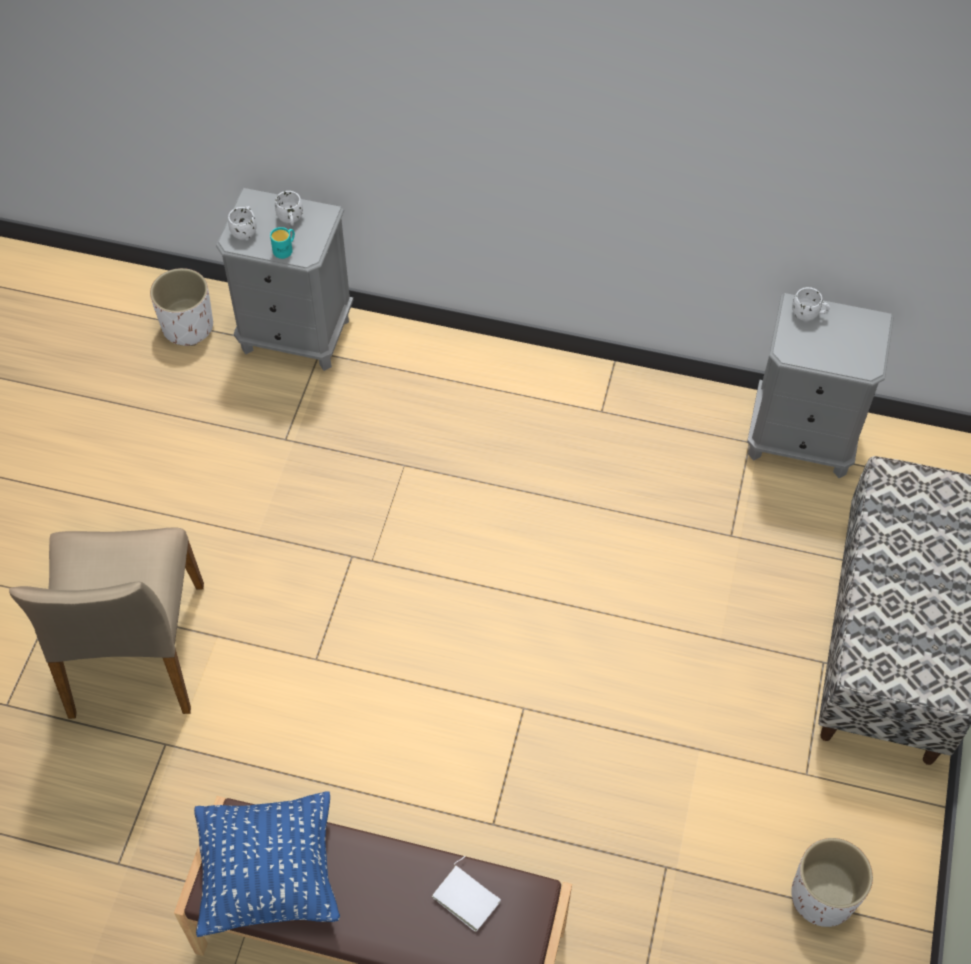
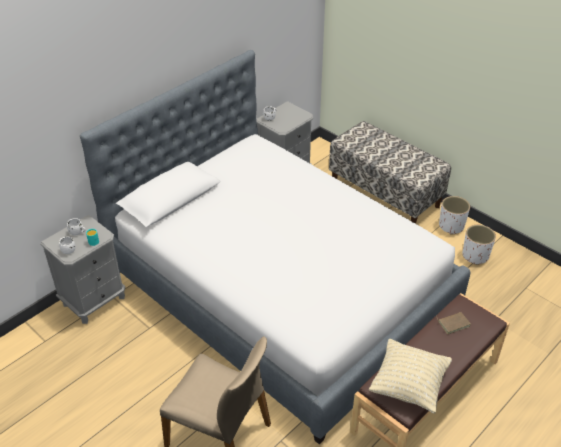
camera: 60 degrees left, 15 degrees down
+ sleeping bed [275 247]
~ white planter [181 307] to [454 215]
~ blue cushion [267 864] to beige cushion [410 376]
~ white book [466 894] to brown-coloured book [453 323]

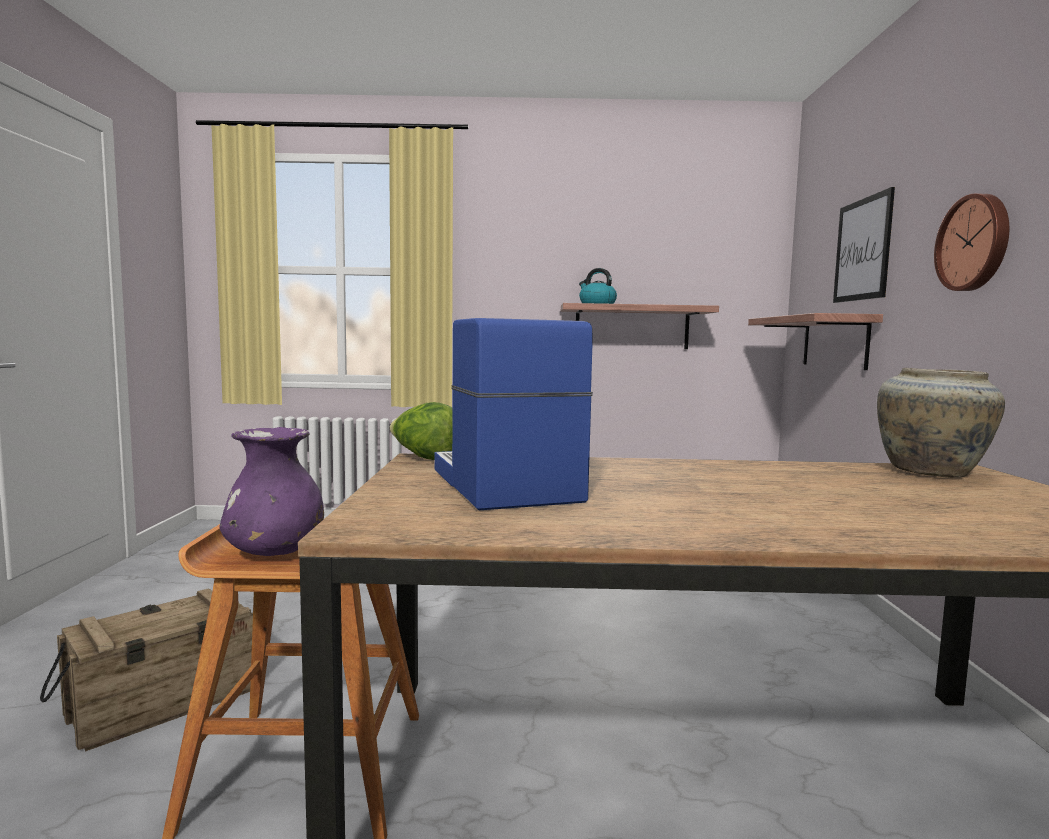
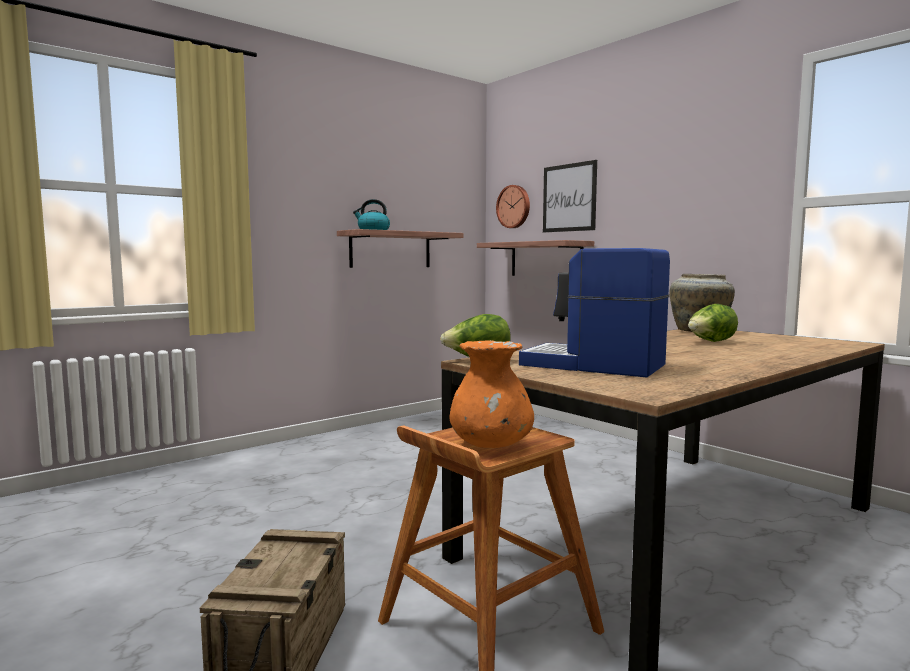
camera: 40 degrees left, 0 degrees up
+ lettuce [713 323]
~ wall clock [971 242] to [513 206]
~ purple-coloured flower vase [271 491] to orange flower vase [492 394]

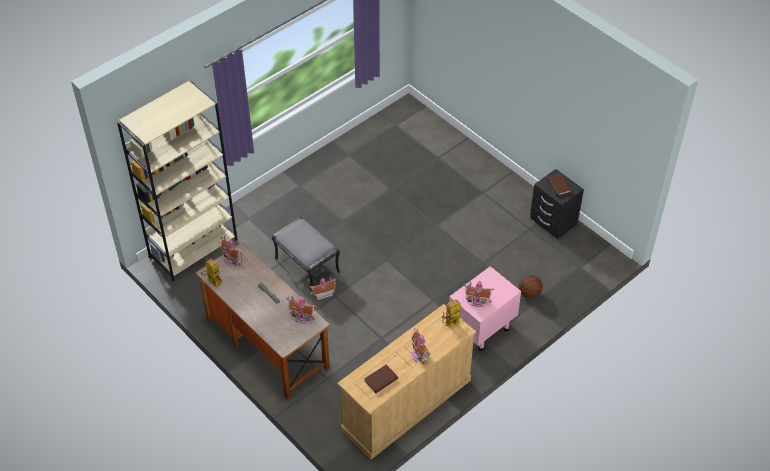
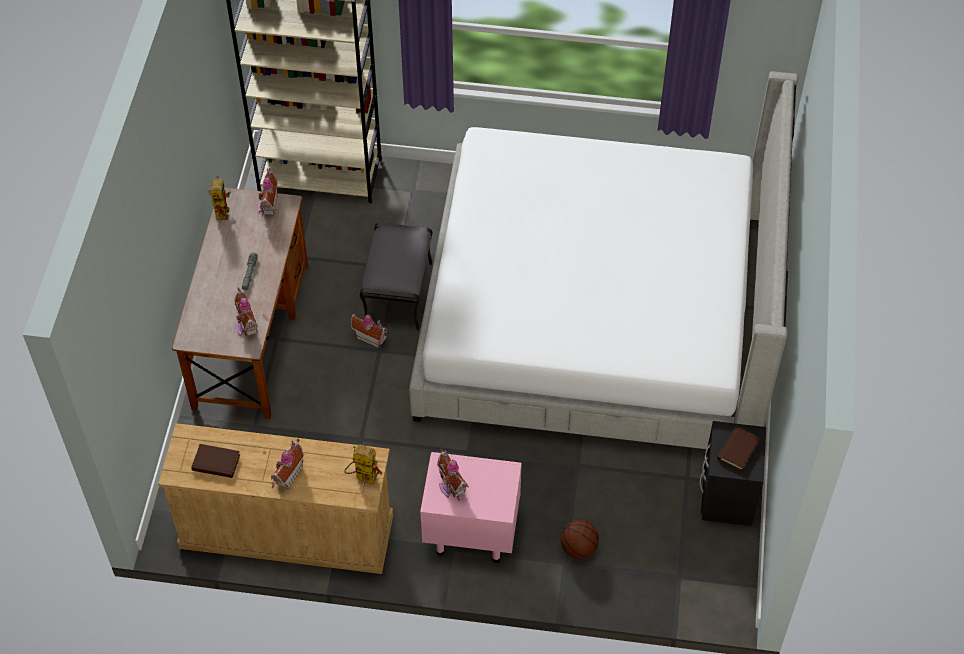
camera: 50 degrees right, 5 degrees up
+ sleeping bed [603 260]

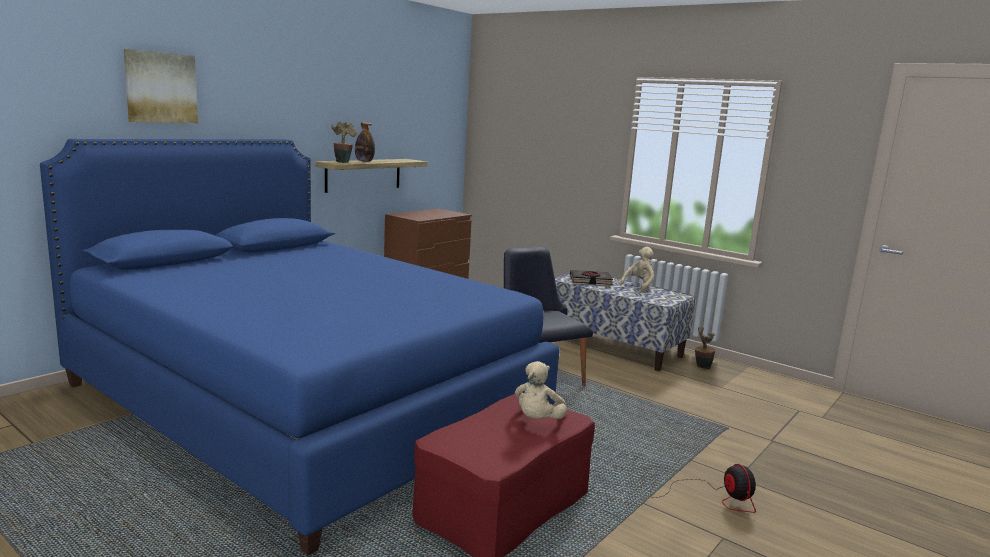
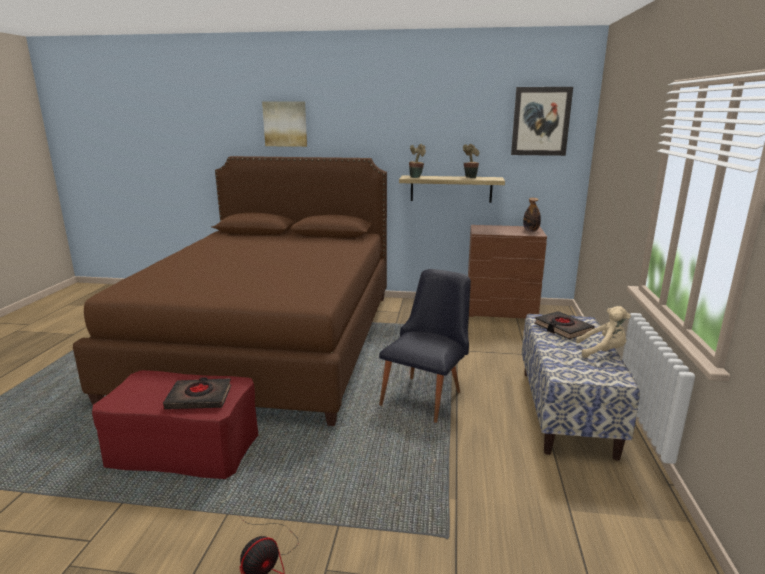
camera: 60 degrees right, 5 degrees up
+ wall picture [542 121]
~ beverage bottle [365 142] to [532 214]
~ potted plant [705 348] to [471 161]
~ beige cuddly toy [541 390] to blackish book [197 393]
~ blue sleeping bed [300 347] to brown-coloured sleeping bed [230 291]

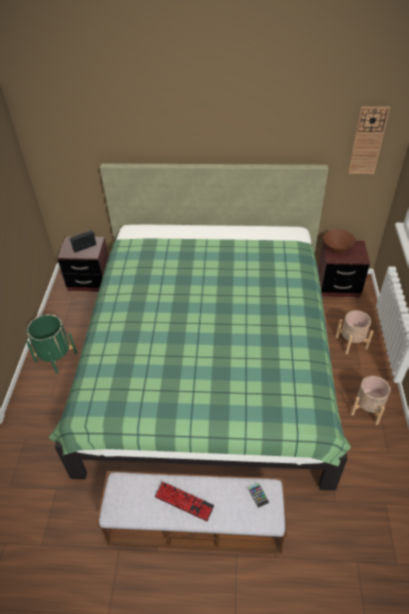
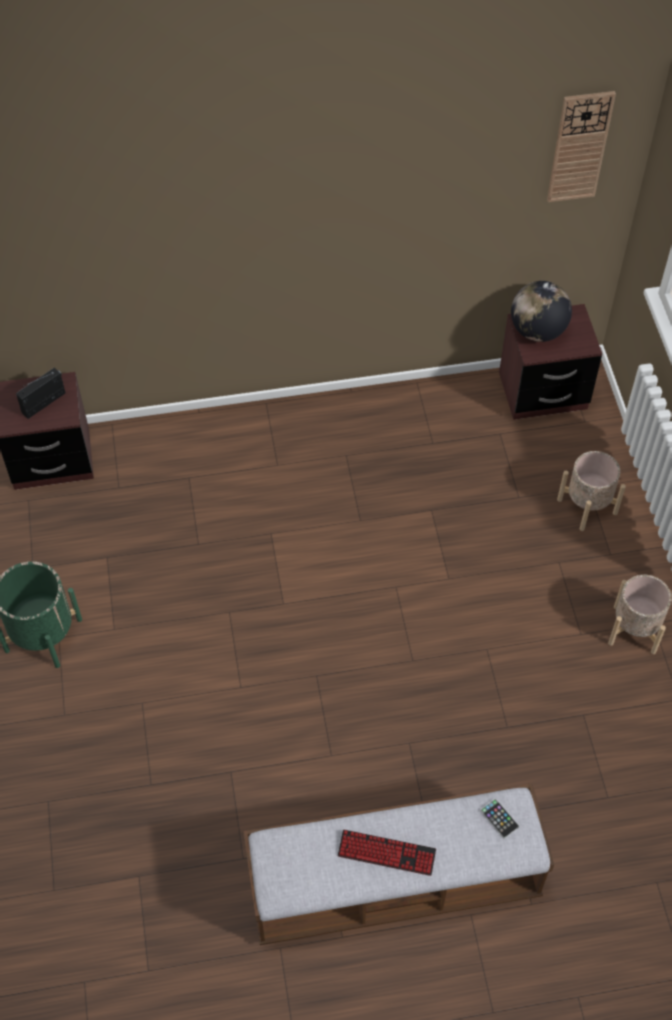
camera: 15 degrees left, 10 degrees up
- green sleeping bed [200 327]
~ brown-coloured bowl [339 241] to world globe [541 311]

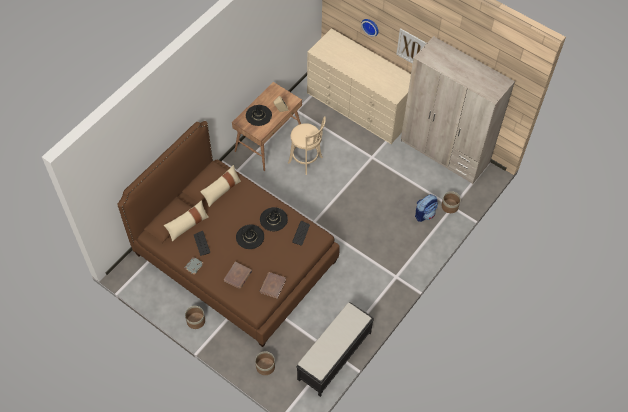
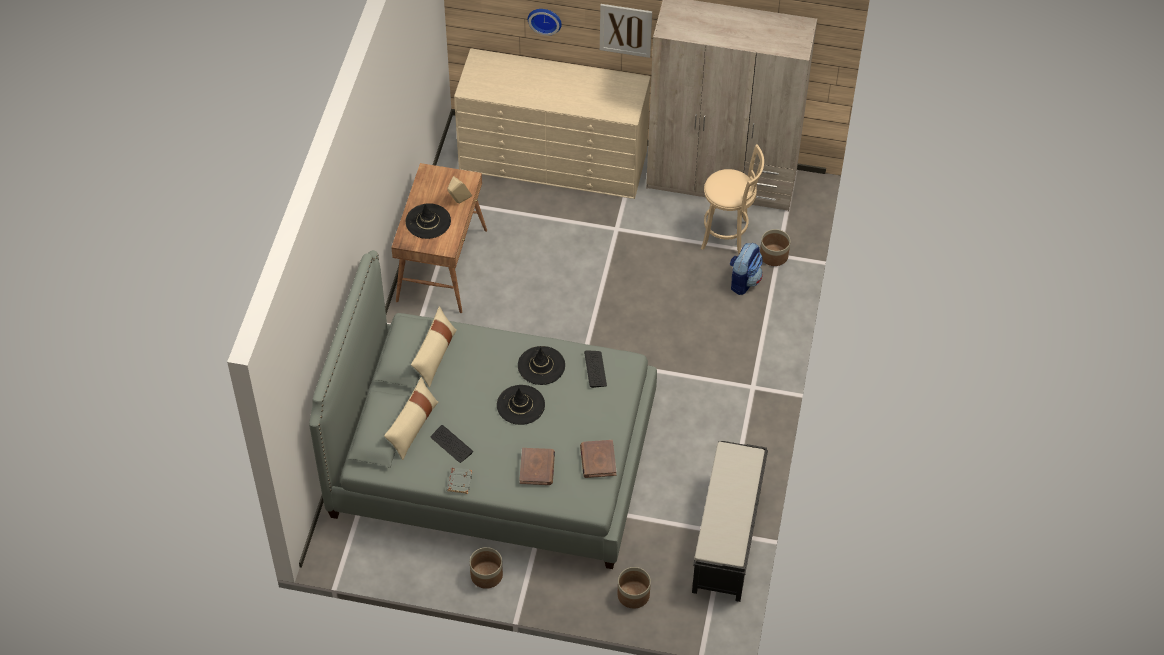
camera: 25 degrees left, 5 degrees down
~ beige stool [307 145] to [732 199]
~ brown-coloured sleeping bed [228 234] to greyish sleeping bed [483 409]

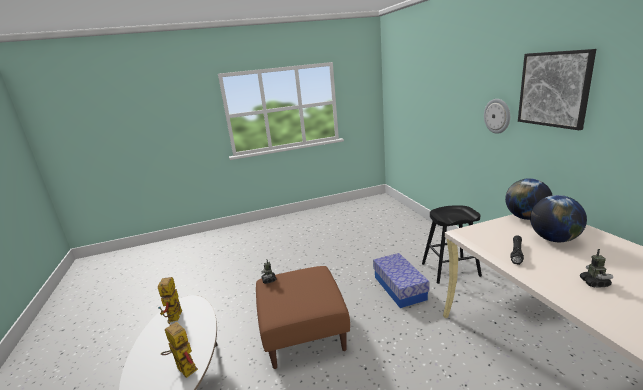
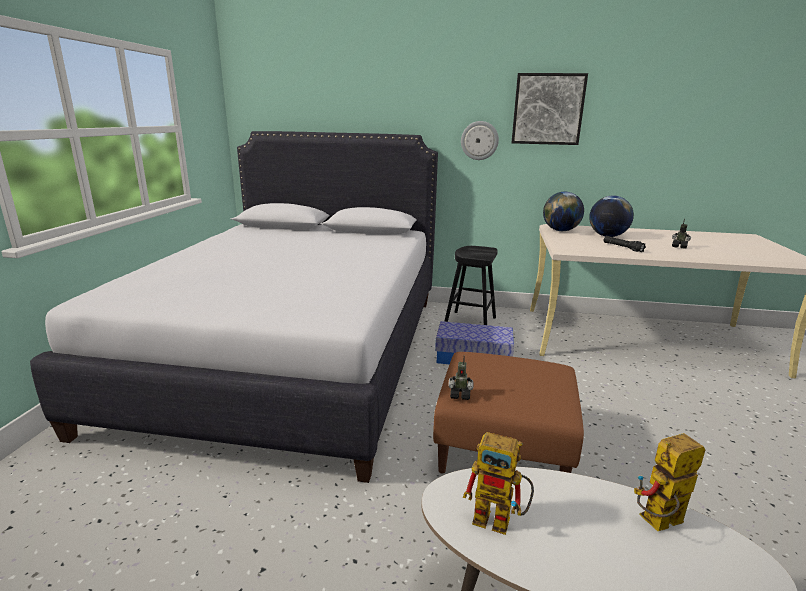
camera: 65 degrees left, 0 degrees up
+ white sleeping bed [234 307]

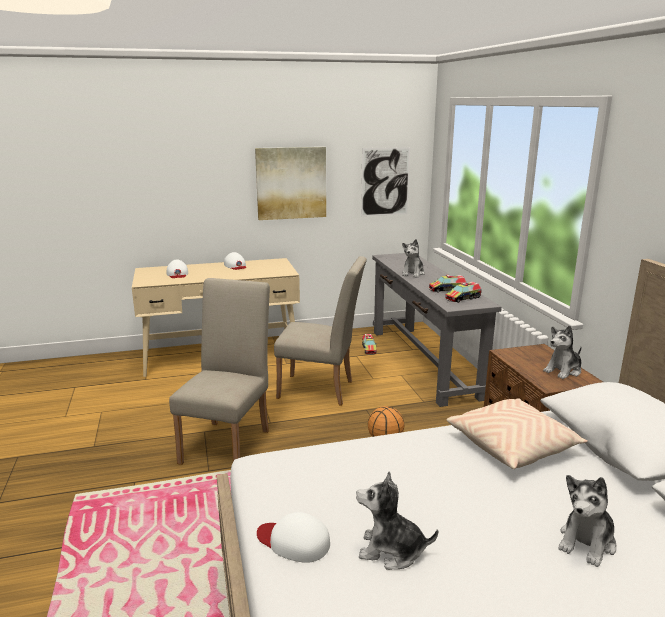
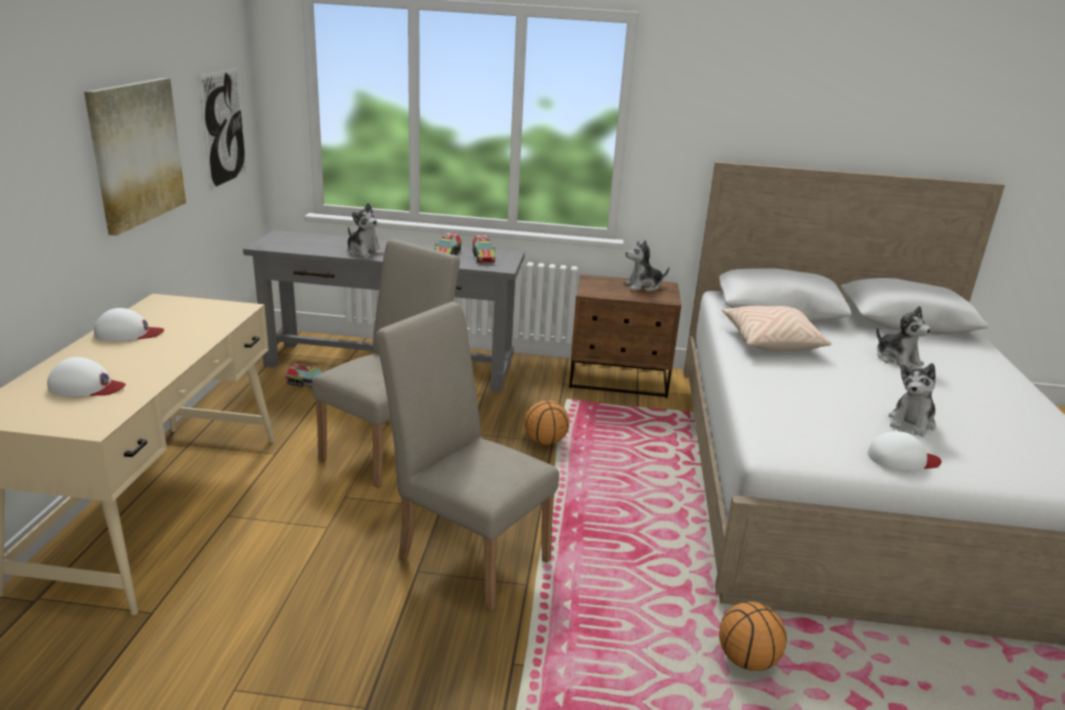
camera: 70 degrees left, 5 degrees up
+ basketball ball [753 636]
~ white cap [293 537] = [904 451] 135 degrees counterclockwise
~ cuddly toy [562 352] = [646 266] 90 degrees clockwise

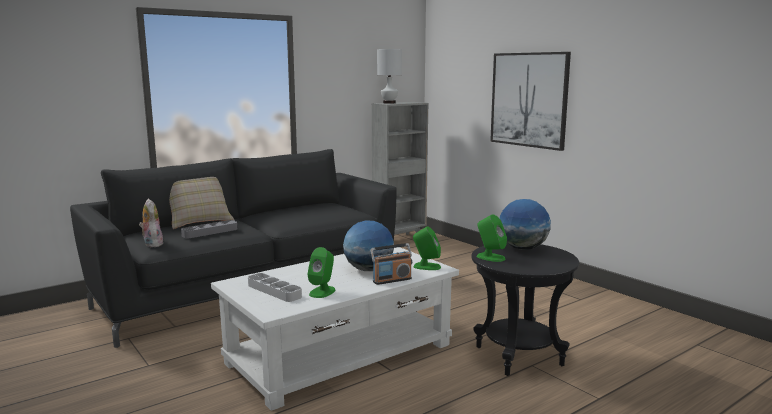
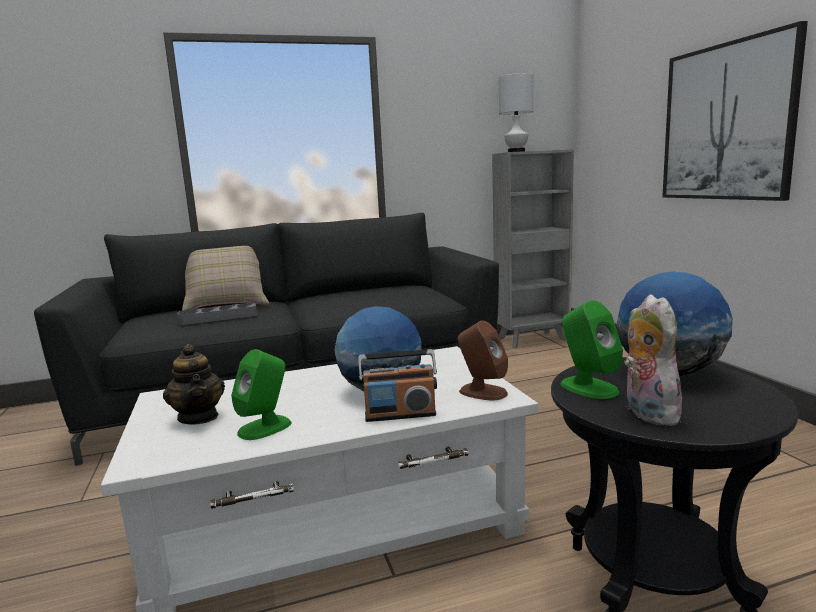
camera: 20 degrees right, 0 degrees up
~ cuddly toy [151 222] to [655 360]
~ greyish serving tray [275 287] to pot for tea [194 384]
~ green audio speaker [427 248] to brown-coloured audio speaker [482 360]

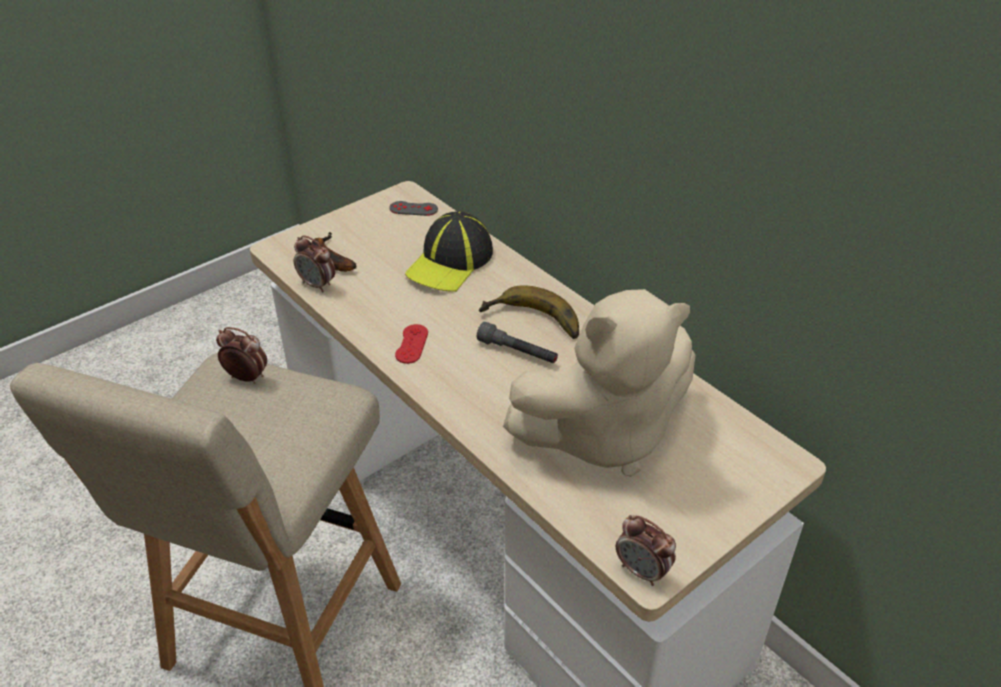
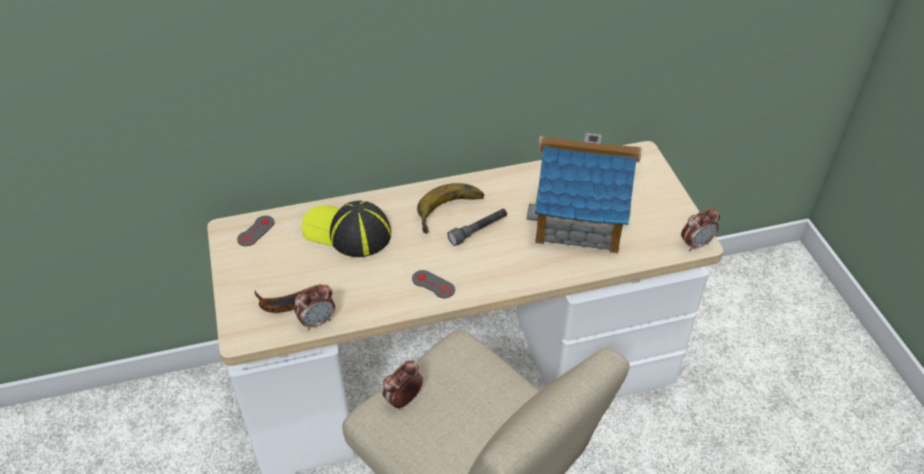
camera: 65 degrees left, 5 degrees up
~ beige cuddly toy [599 383] to toy house [584 193]
~ red-coloured gamepad [411 344] to greyish gamepad [433 284]
~ cap [449 251] = [346 229] 150 degrees clockwise

